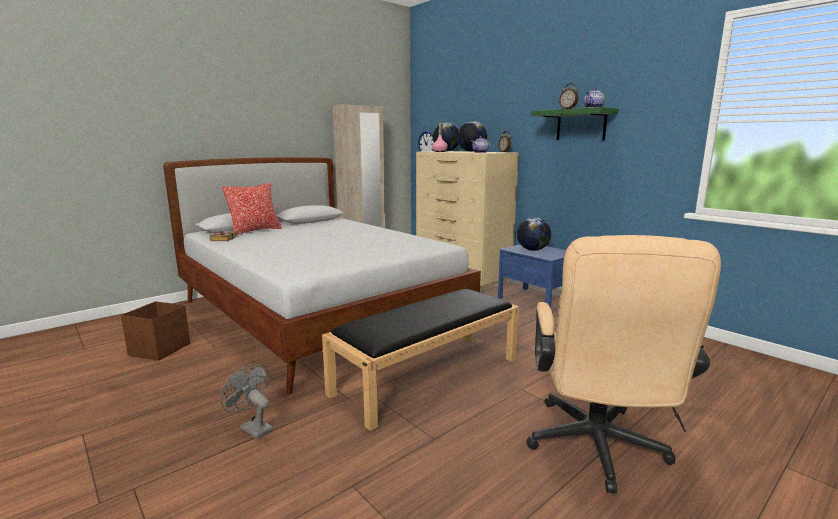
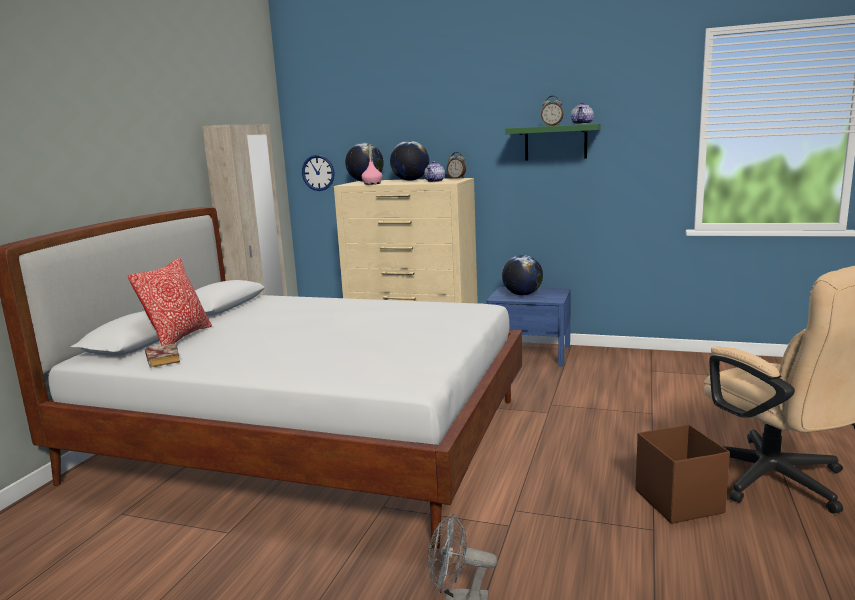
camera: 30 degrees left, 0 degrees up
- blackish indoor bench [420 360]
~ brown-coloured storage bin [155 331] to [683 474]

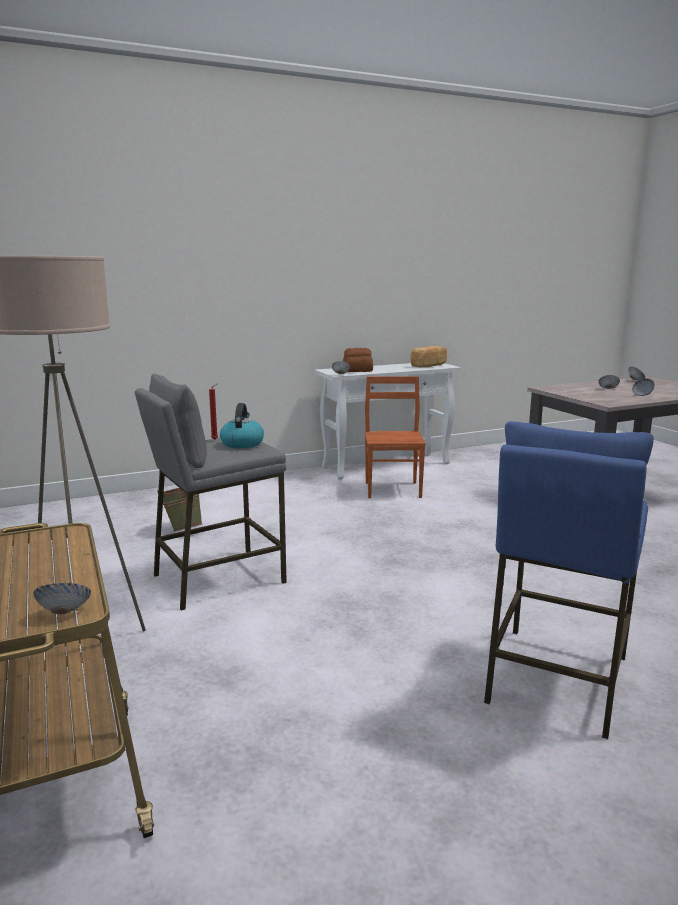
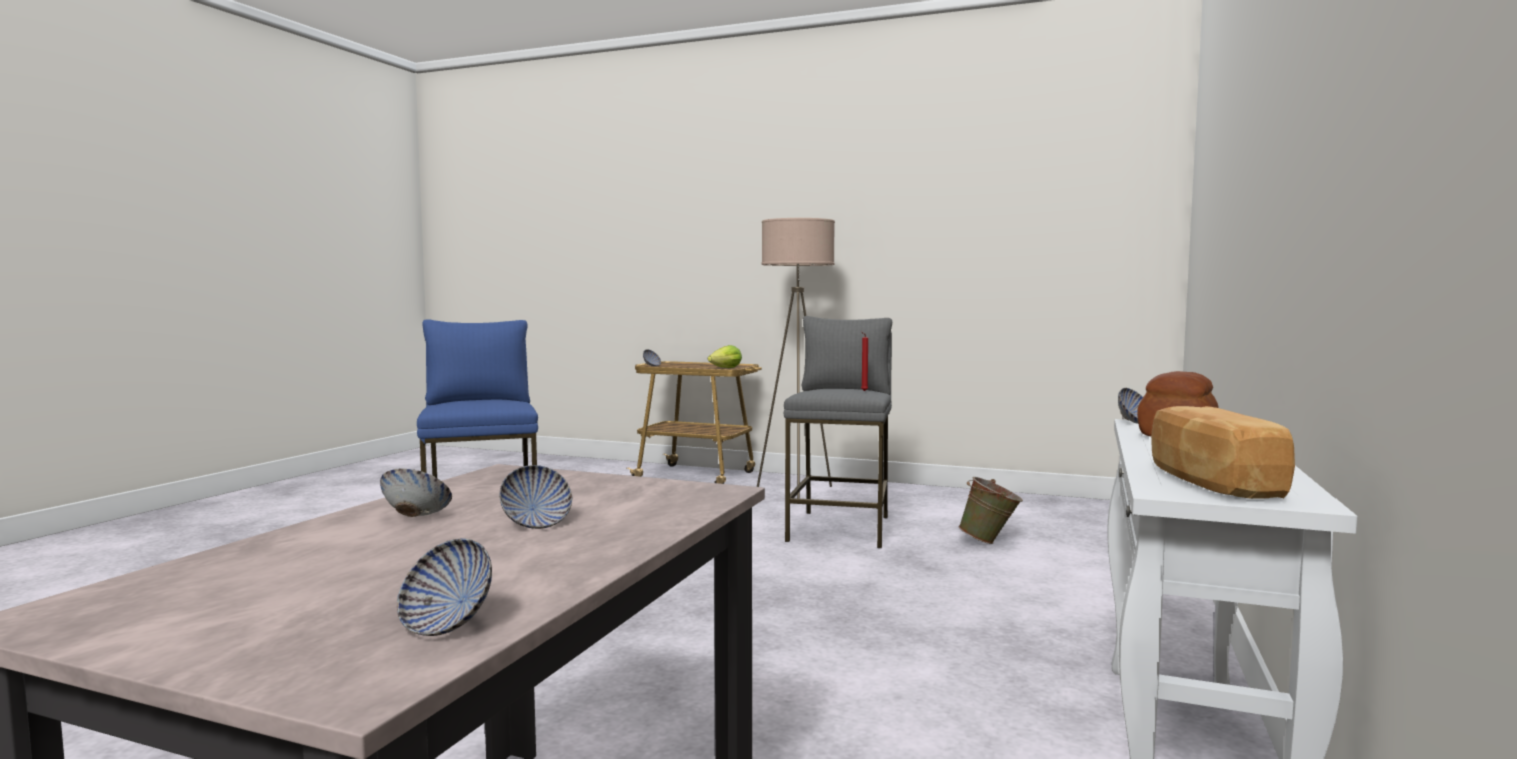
camera: 135 degrees right, 10 degrees down
- tea kettle [242 426]
- brown-coloured upright chair [395 437]
+ lettuce [725 356]

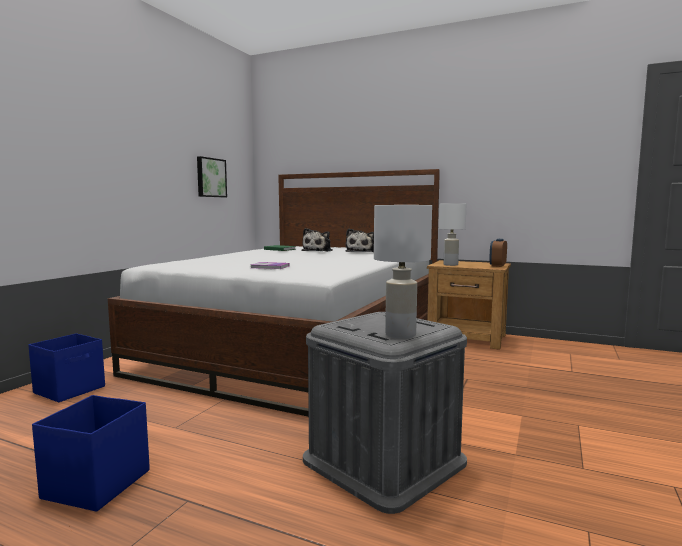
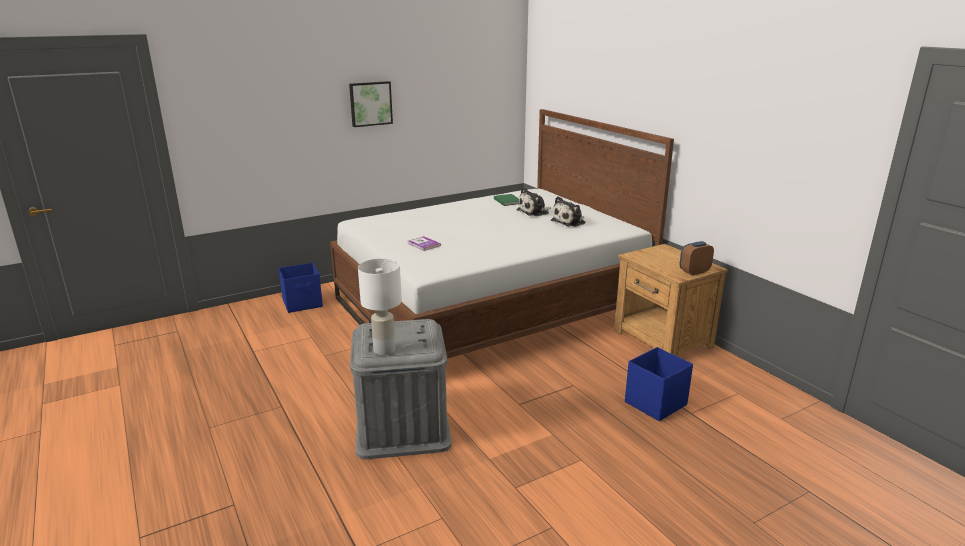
camera: 35 degrees right, 15 degrees up
- white table lamp [453 235]
~ blue storage bin [91 453] to [659 384]
~ wall picture [212 176] to [371 104]

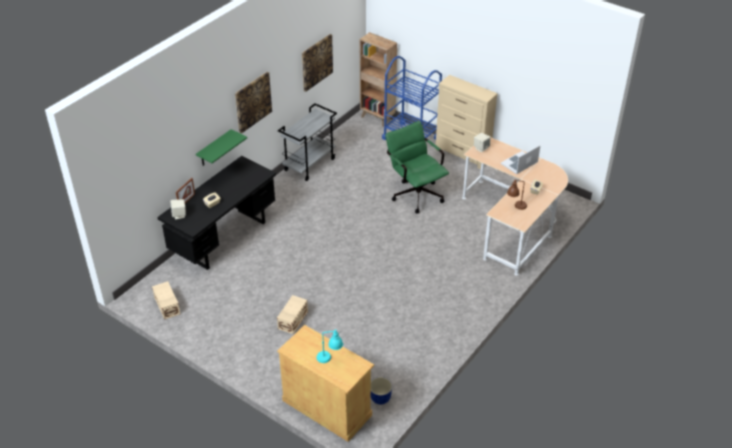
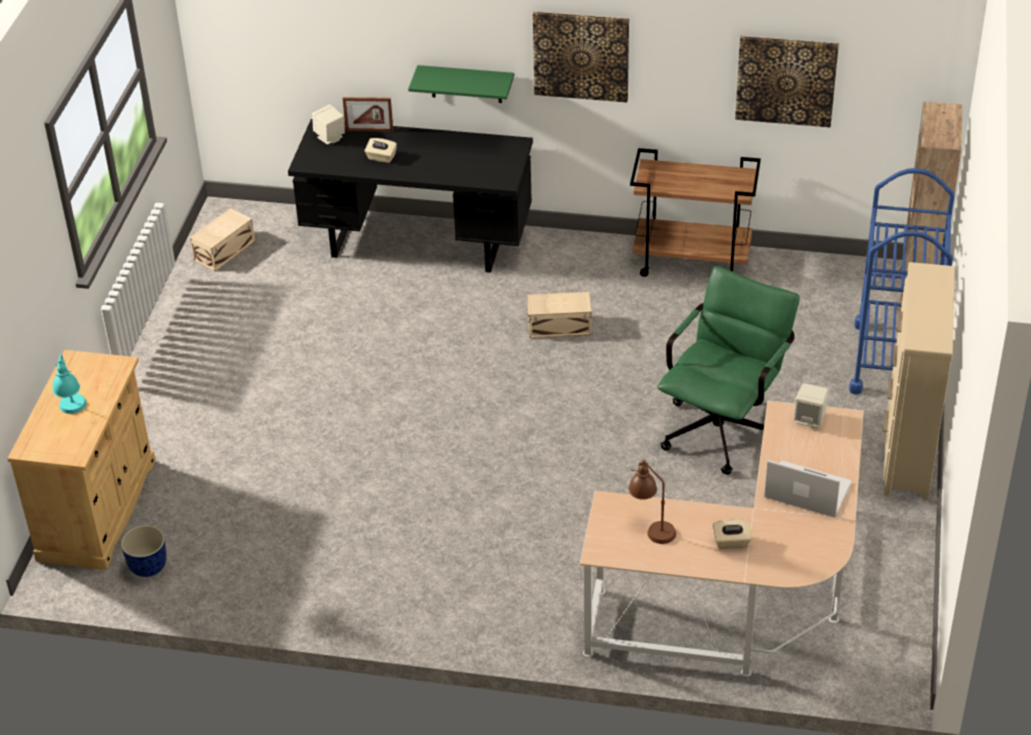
camera: 65 degrees right, 0 degrees up
~ beige storage bin [292 314] to [559 315]
~ greyish cart [307 142] to brown-coloured cart [695 212]

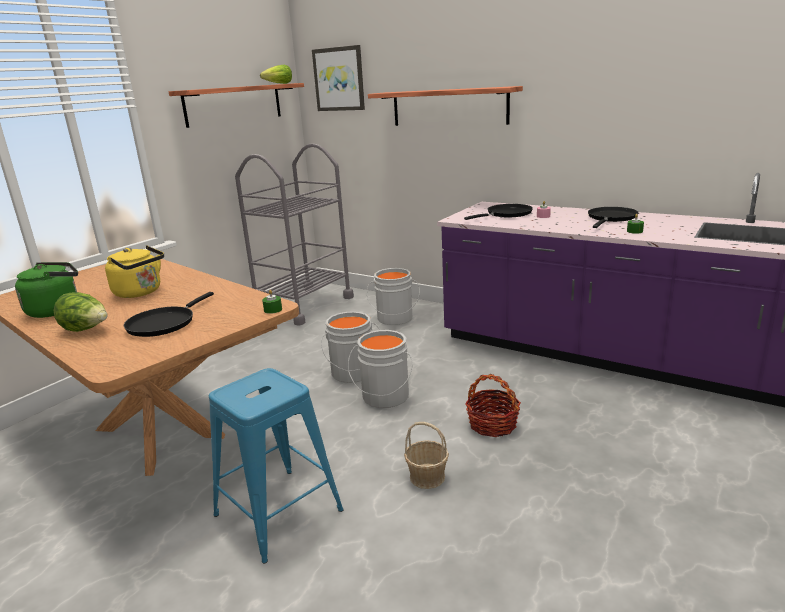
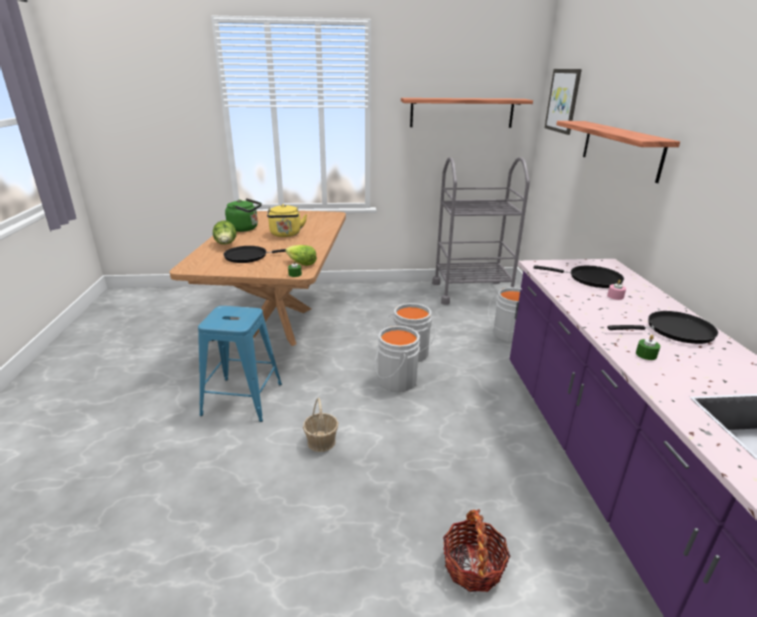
camera: 50 degrees right, 5 degrees up
~ lettuce [276 74] to [301 255]
~ storage basket [493 405] to [477 550]

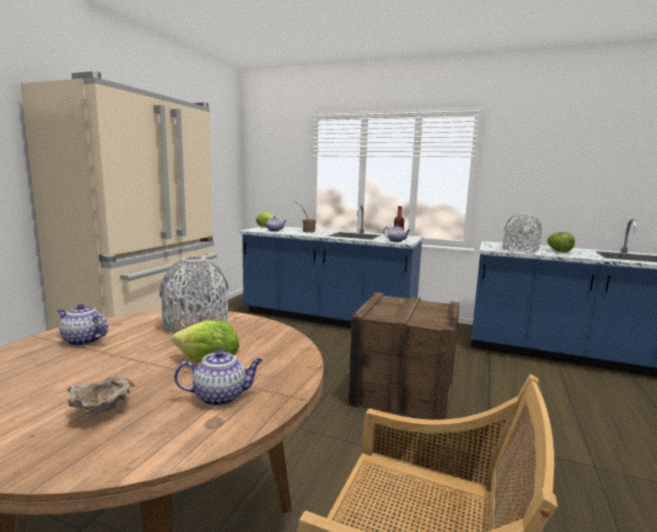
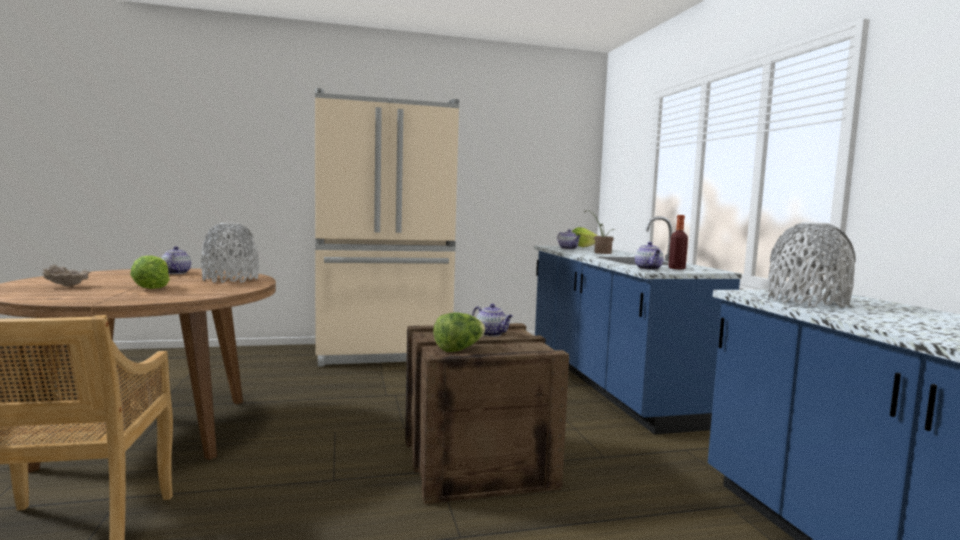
camera: 55 degrees right, 5 degrees down
~ pot for tea [218 378] to [492 320]
~ lettuce [561 242] to [459 332]

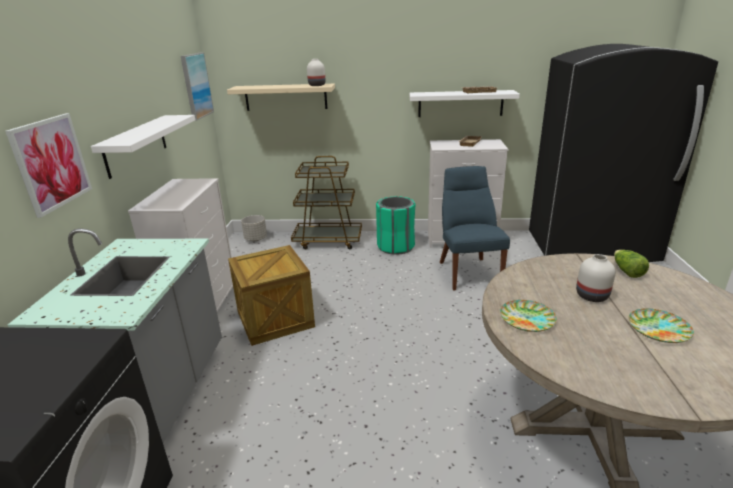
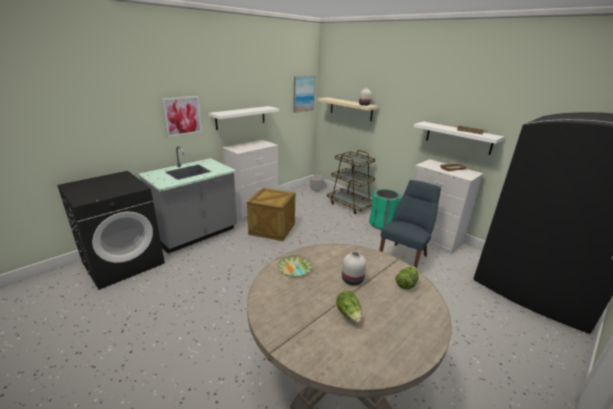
camera: 40 degrees right, 0 degrees up
~ dinner plate [661 325] to lettuce [349 307]

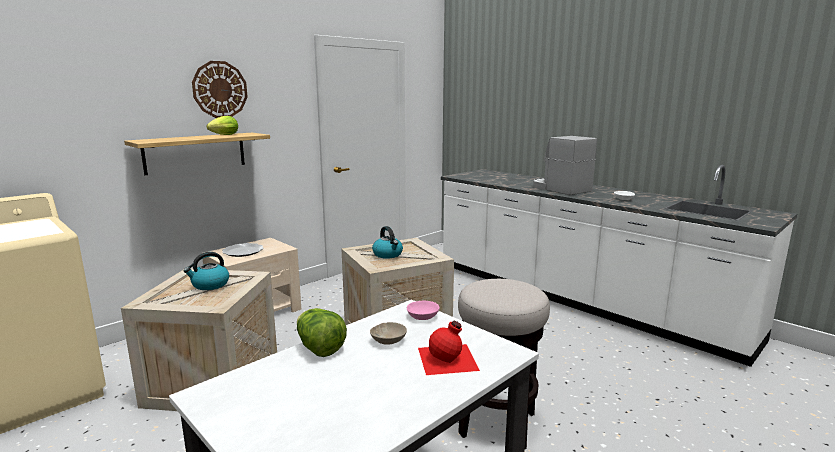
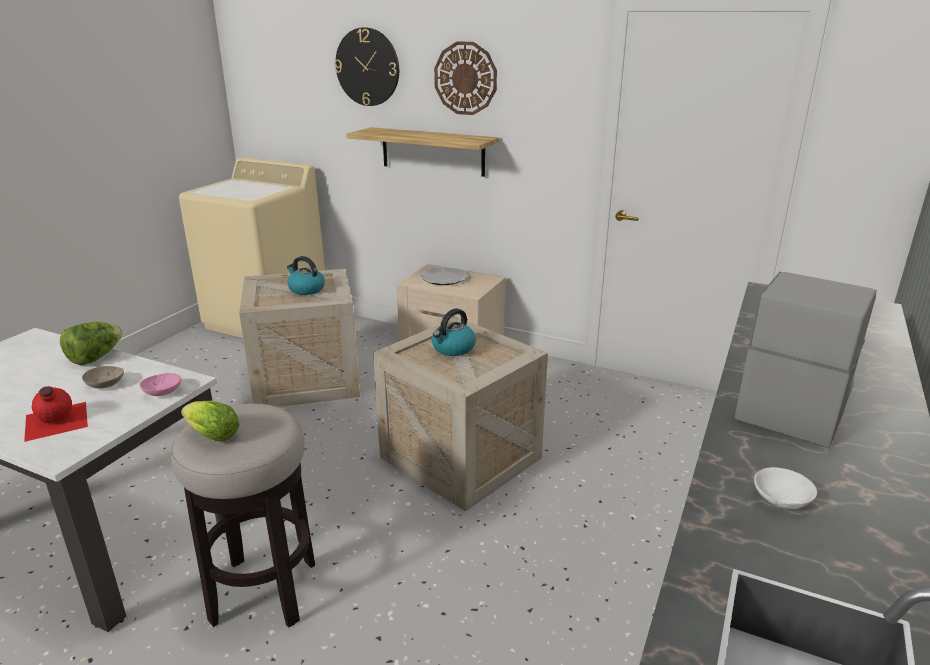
camera: 70 degrees right, 10 degrees up
+ wall clock [366 66]
~ lettuce [222 125] to [210 421]

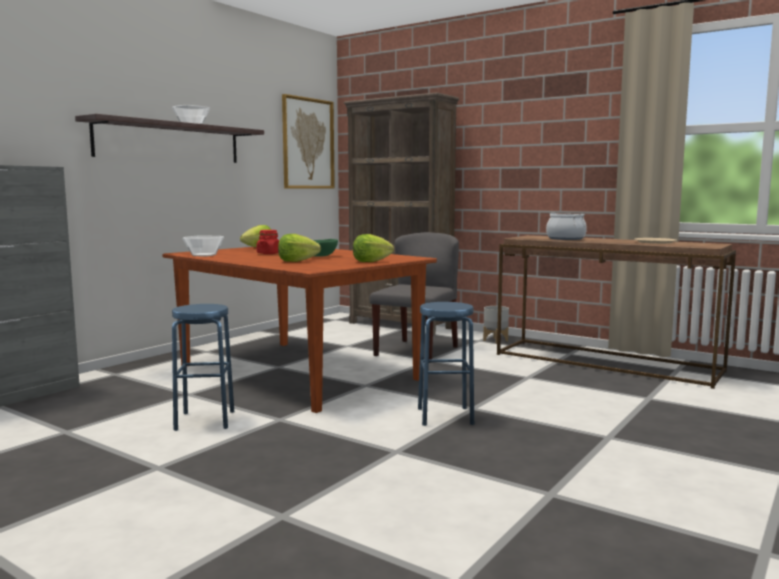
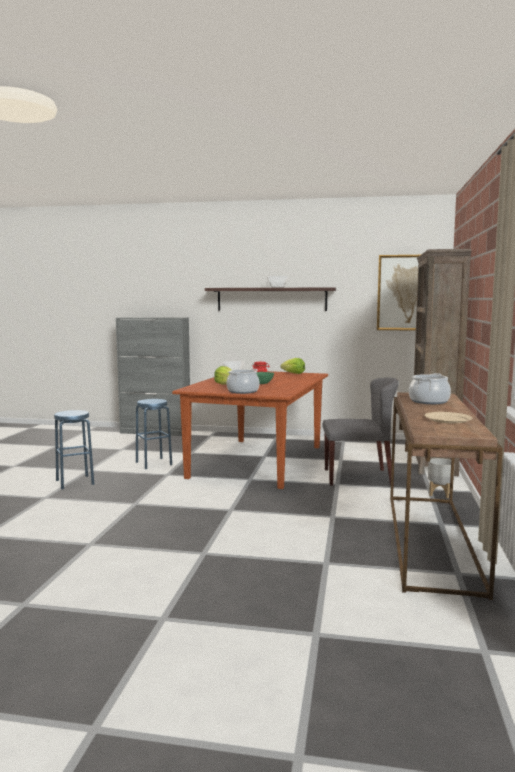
camera: 65 degrees right, 0 degrees up
~ blue stool [446 364] to [74 449]
~ lettuce [373 248] to saucepot [243 381]

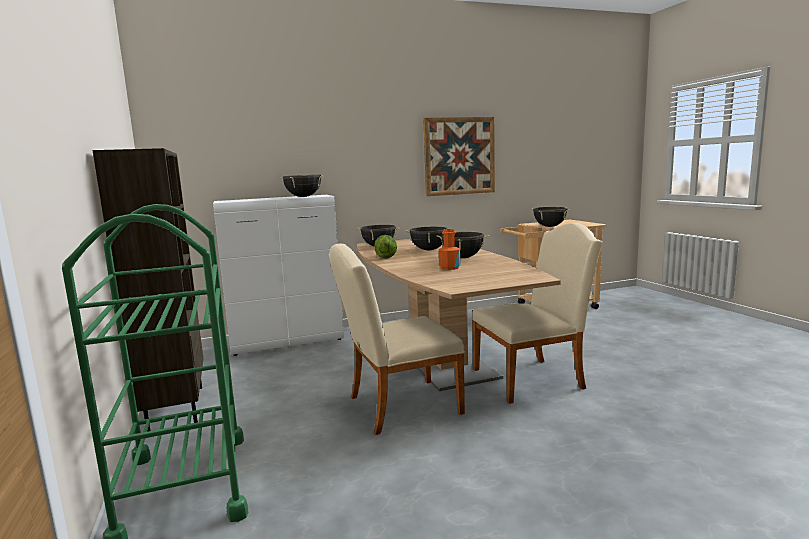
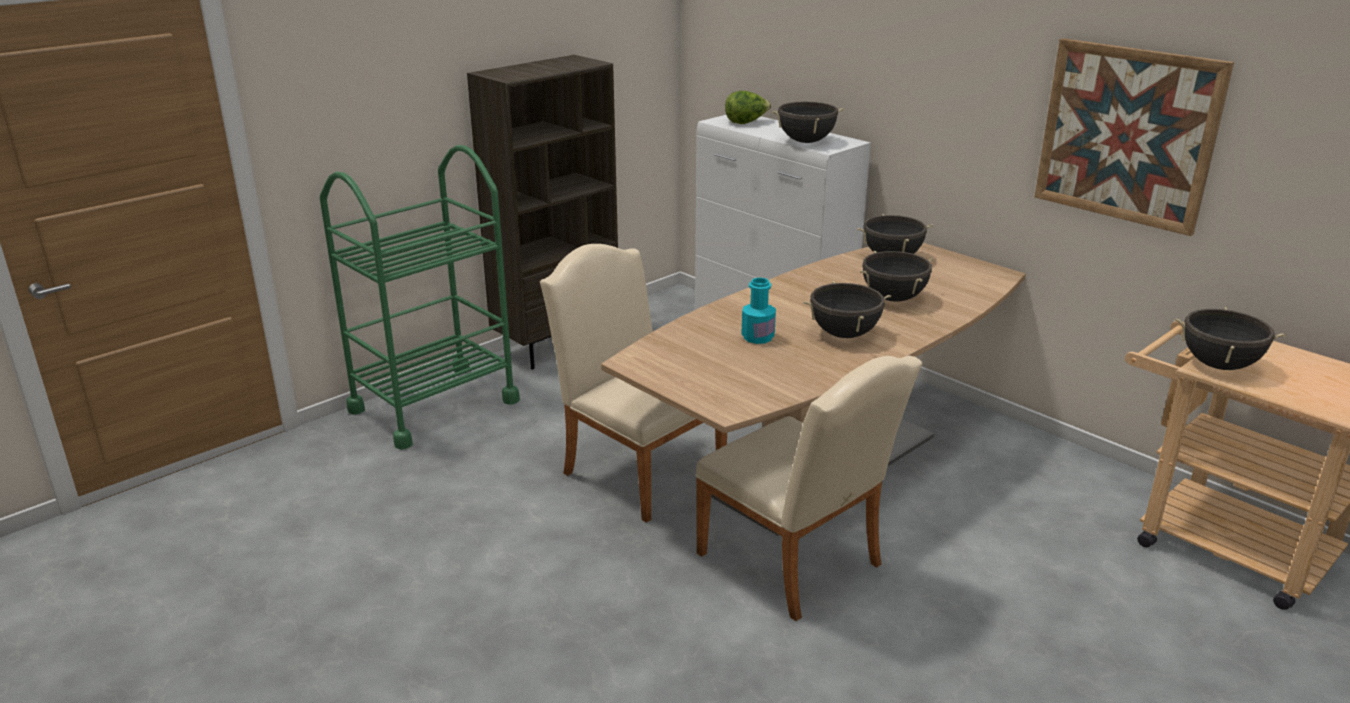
camera: 65 degrees right, 15 degrees up
~ lettuce [385 246] to [748 107]
~ orange beverage bottle [450 249] to turquoise beverage bottle [758 311]

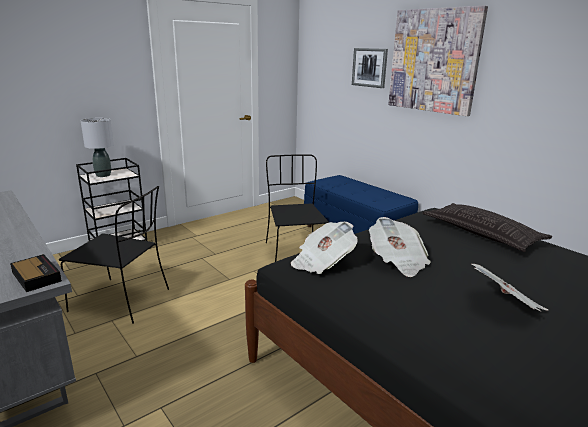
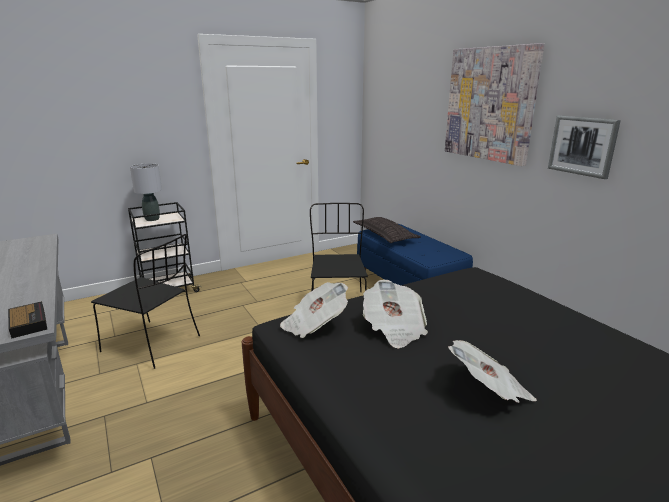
camera: 10 degrees right, 0 degrees up
~ wall picture [370 68] to [584 147]
~ cushion [487 227] to [387 230]

